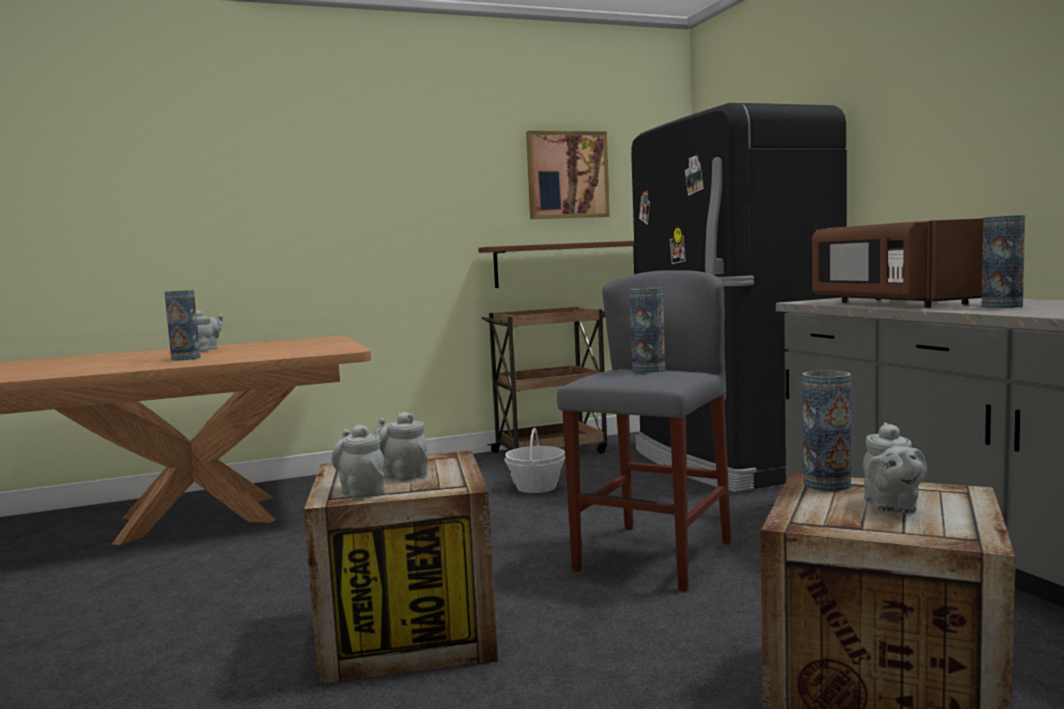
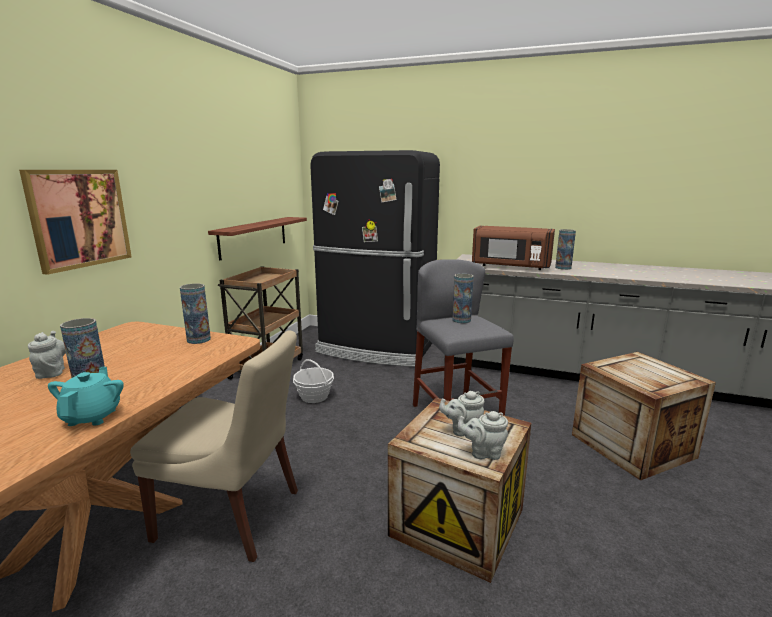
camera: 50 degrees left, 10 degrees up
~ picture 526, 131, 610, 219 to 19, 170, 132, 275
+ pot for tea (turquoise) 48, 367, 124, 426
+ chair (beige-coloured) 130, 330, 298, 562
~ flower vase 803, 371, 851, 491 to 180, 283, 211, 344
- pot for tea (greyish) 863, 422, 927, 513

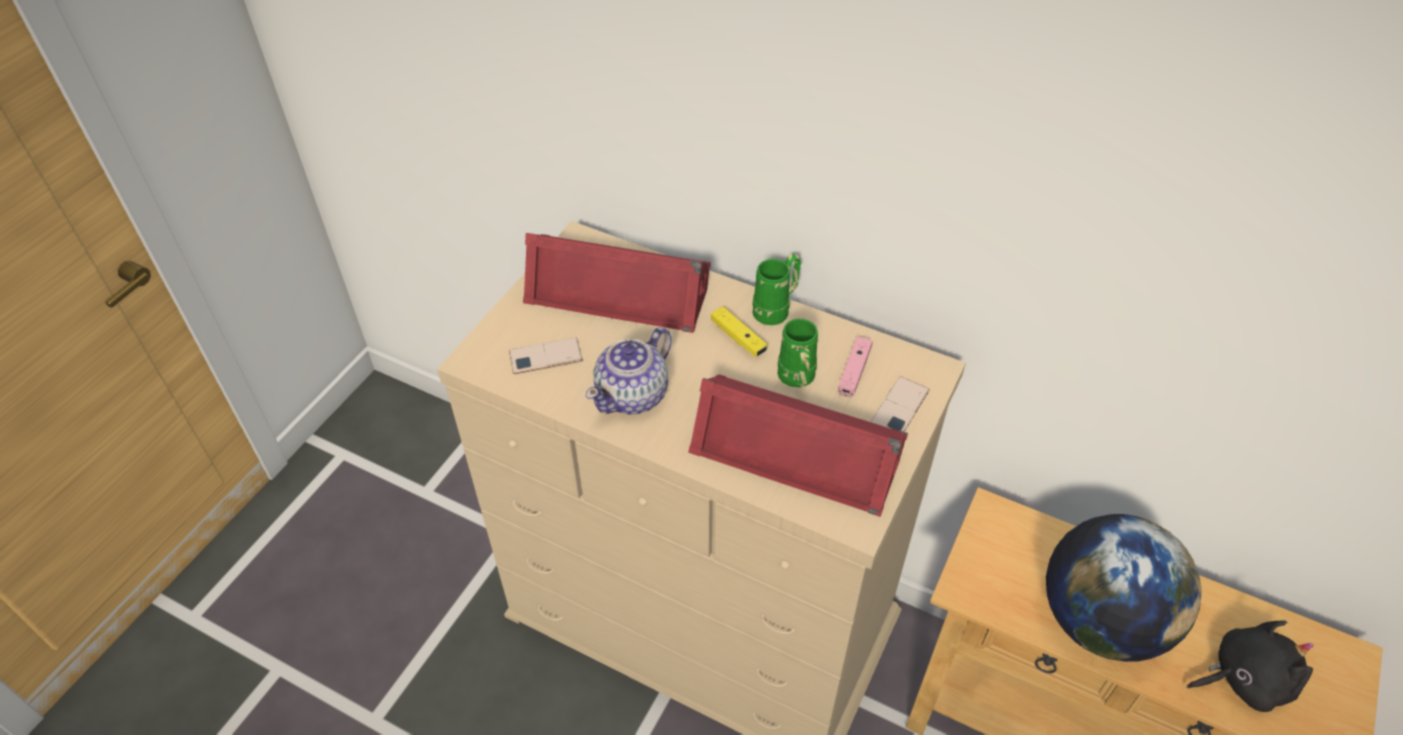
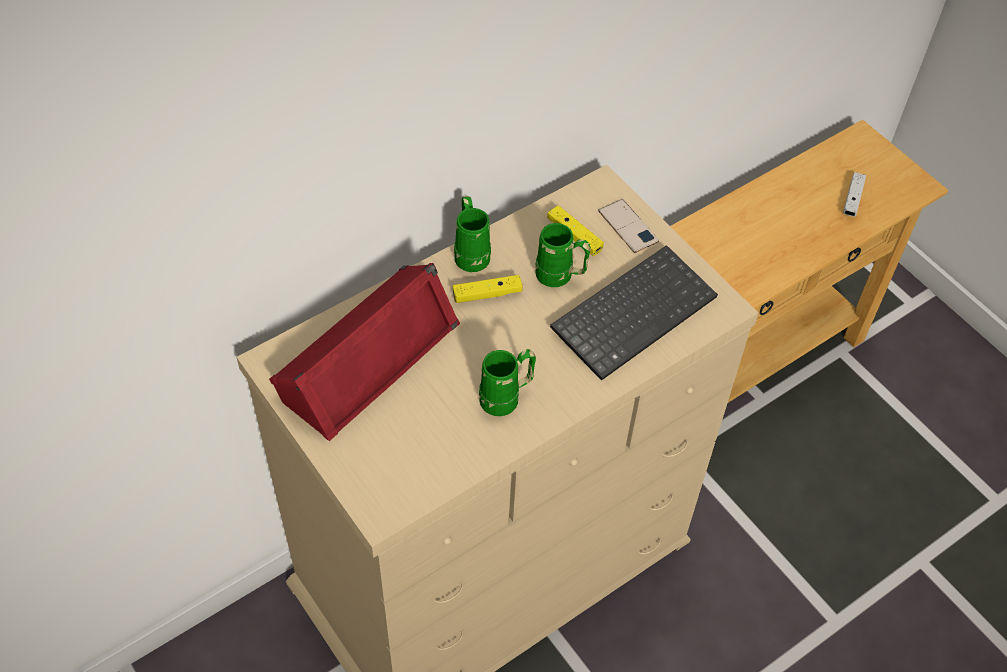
camera: 65 degrees left, 5 degrees up
~ pot for tea 586, 327, 672, 415 to mug (greenish) 479, 349, 536, 416
~ joypad (pink-coloured) 838, 336, 873, 397 to joypad (yellow) 547, 205, 604, 256
~ loudspeaker (red-coloured) 688, 374, 908, 517 to computer keyboard 550, 245, 718, 381
~ plush toy (black) 1186, 620, 1314, 712 to joypad (whitish) 843, 172, 866, 217
- telephone 509, 337, 583, 374
- world globe 1046, 514, 1202, 662

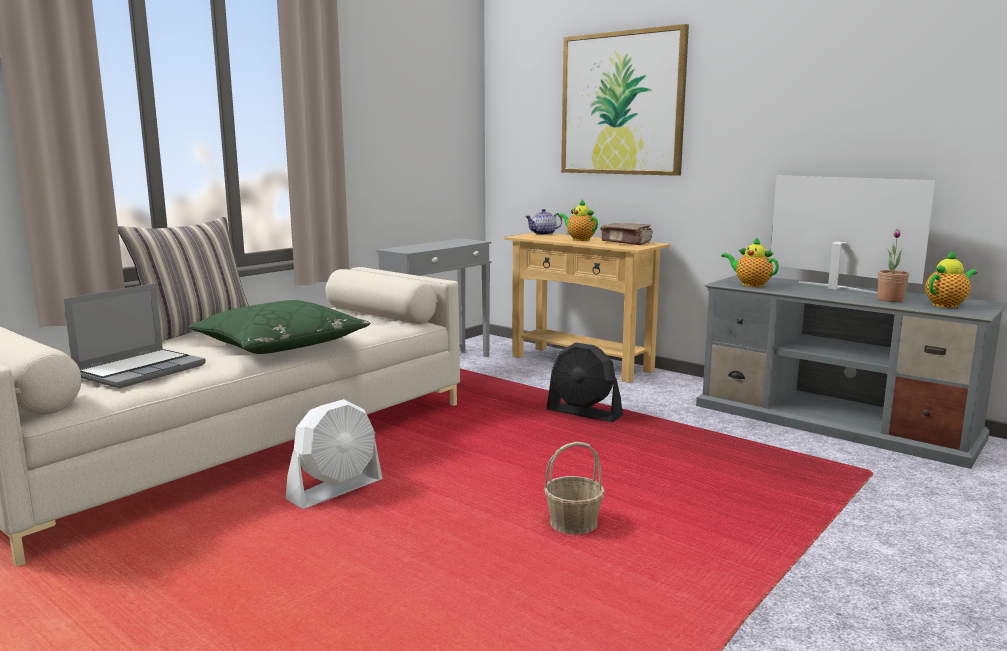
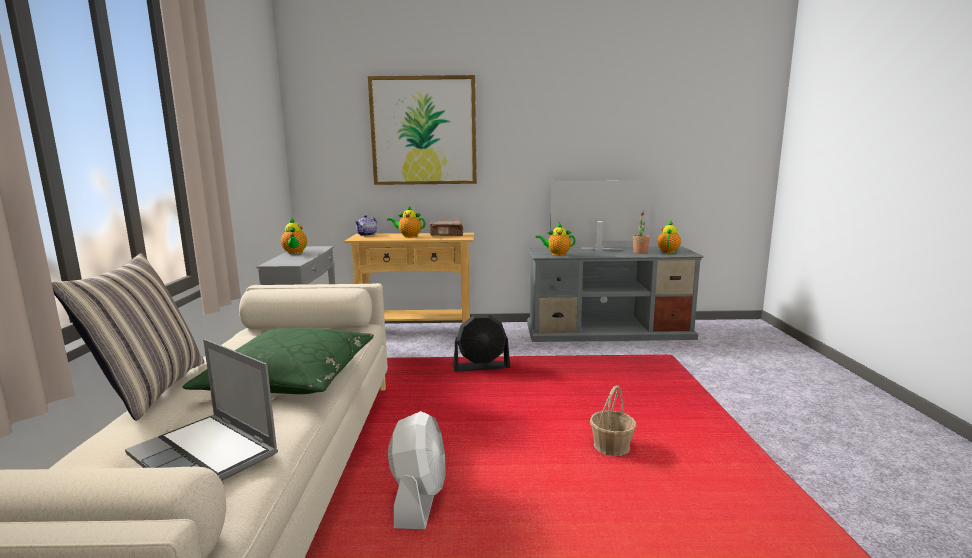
camera: 40 degrees left, 0 degrees up
~ notebook computer 63, 283, 206, 389 = 125, 339, 278, 481 135 degrees clockwise
+ pot for tea 281, 217, 307, 254

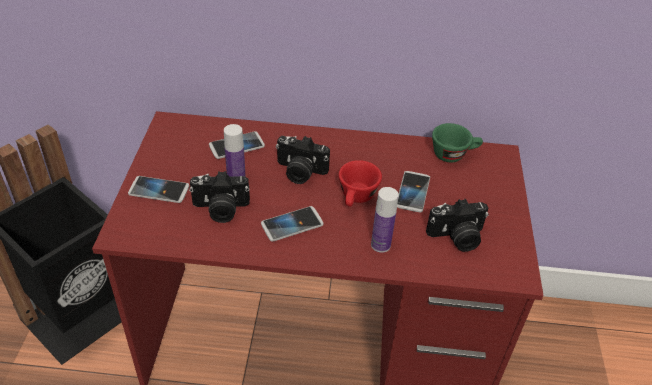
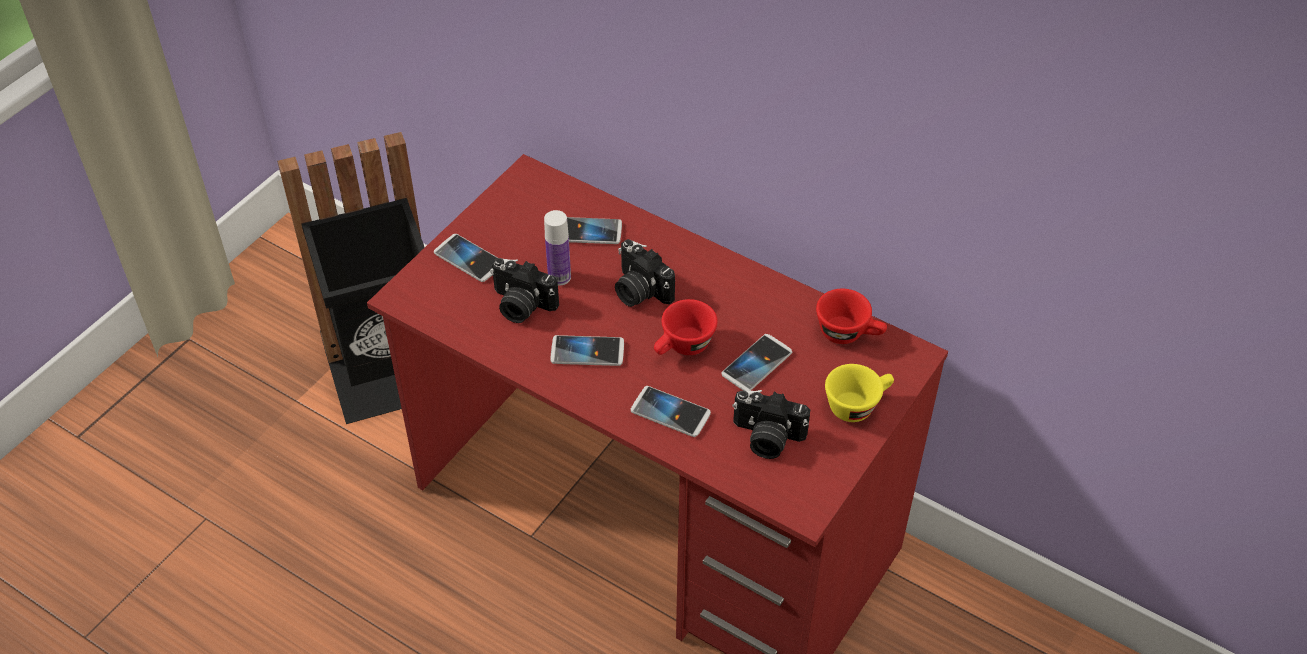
camera: 30 degrees right, 5 degrees up
~ drink bottle 371, 187, 399, 253 to telephone 631, 386, 711, 437
~ small cup (greenish) 432, 123, 483, 162 to small cup (red-coloured) 816, 289, 887, 344
+ small cup (yellow) 825, 364, 894, 422

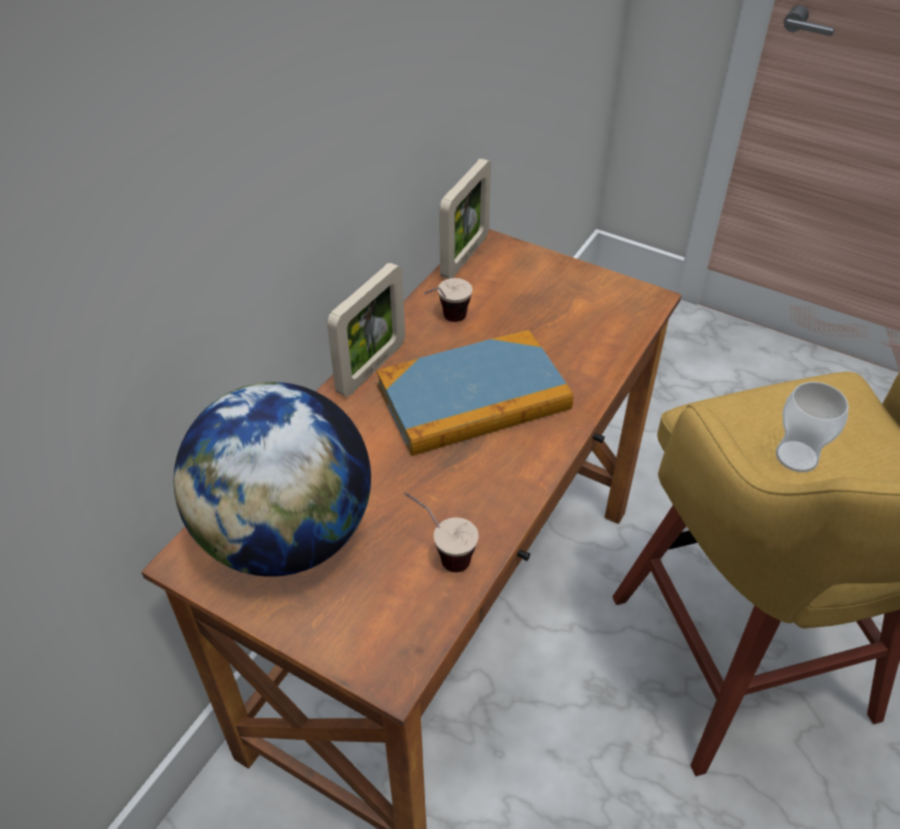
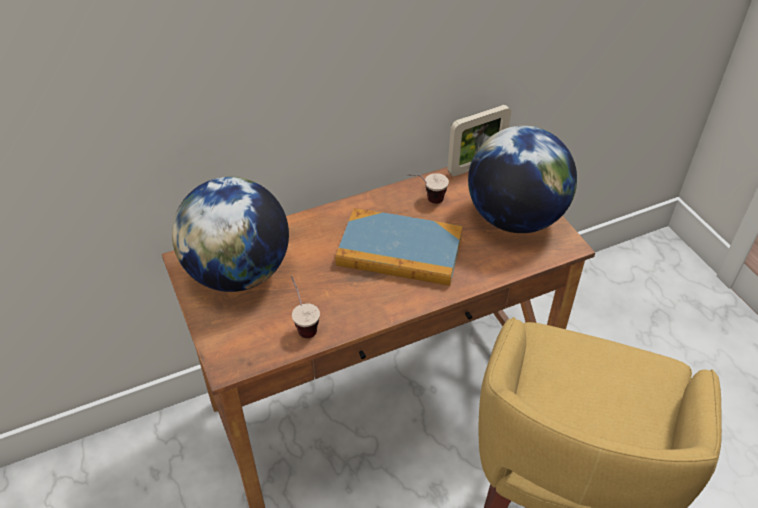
camera: 35 degrees right, 0 degrees up
+ world globe 468, 126, 577, 233
- photo frame 327, 263, 405, 397
- small cup 776, 382, 849, 472

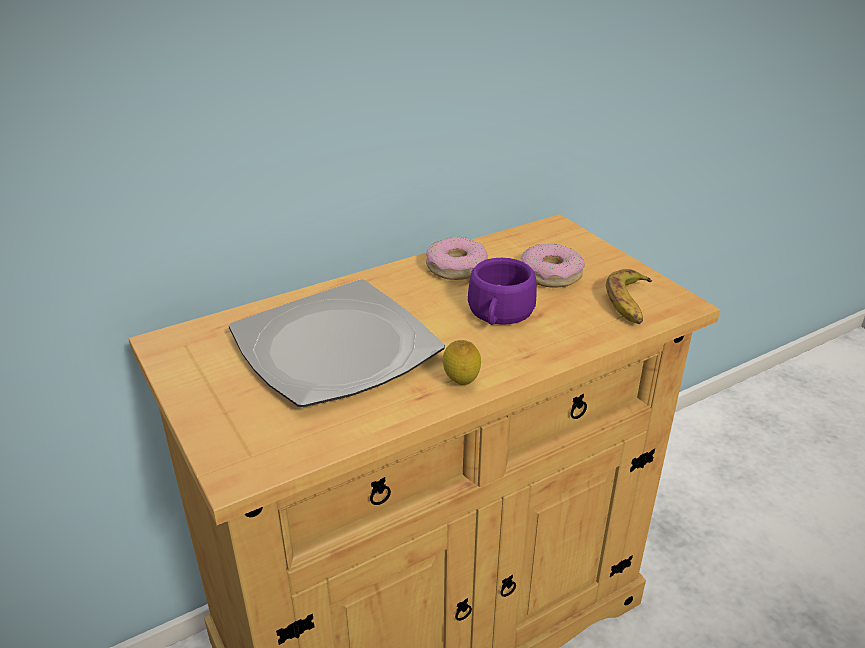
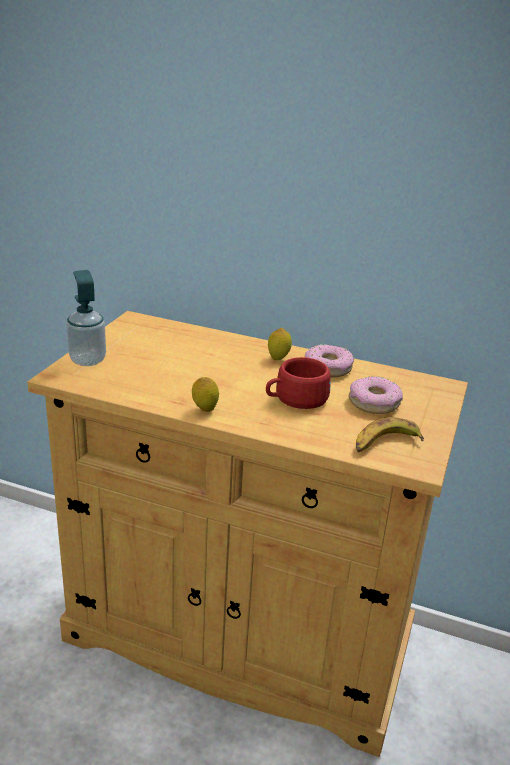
camera: 50 degrees right, 5 degrees down
+ soap bottle 67, 270, 106, 366
~ small cup (purple) 468, 258, 537, 325 to small cup (red-coloured) 266, 357, 331, 409
+ whole lemon 268, 328, 292, 360
- plate 229, 279, 445, 407

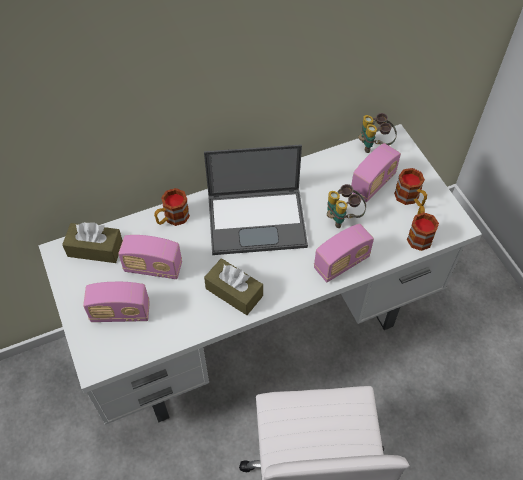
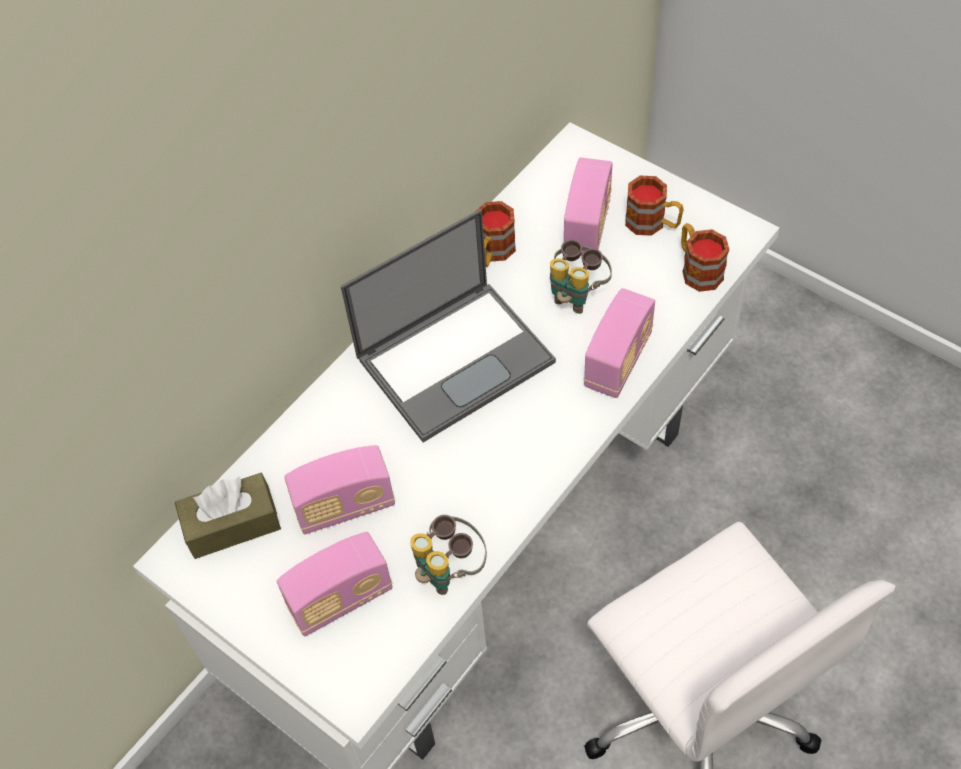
camera: 25 degrees left, 0 degrees up
~ pair of binoculars 358, 113, 397, 153 to 410, 515, 487, 595
~ mug 154, 188, 190, 226 to 475, 201, 516, 267
- box of tissues (brown) 204, 258, 263, 315

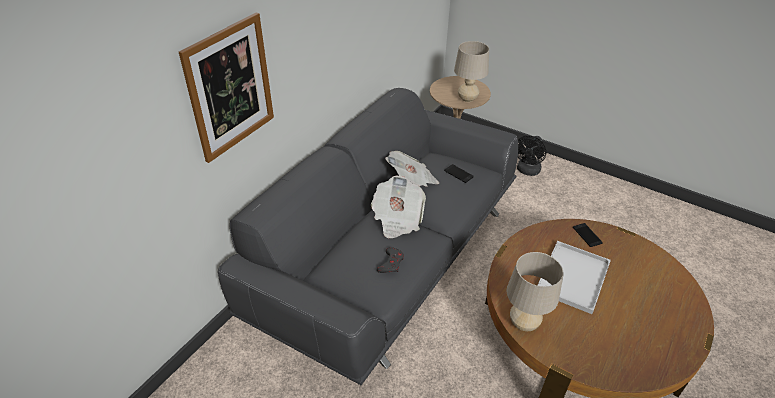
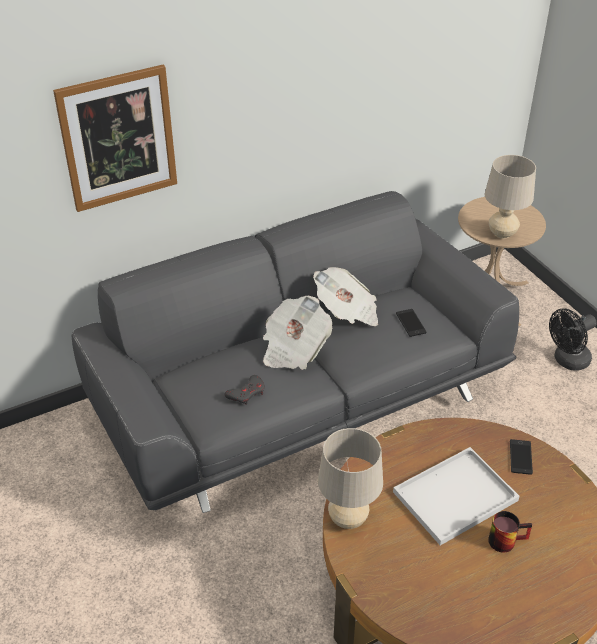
camera: 30 degrees right, 0 degrees up
+ mug 488, 511, 532, 553

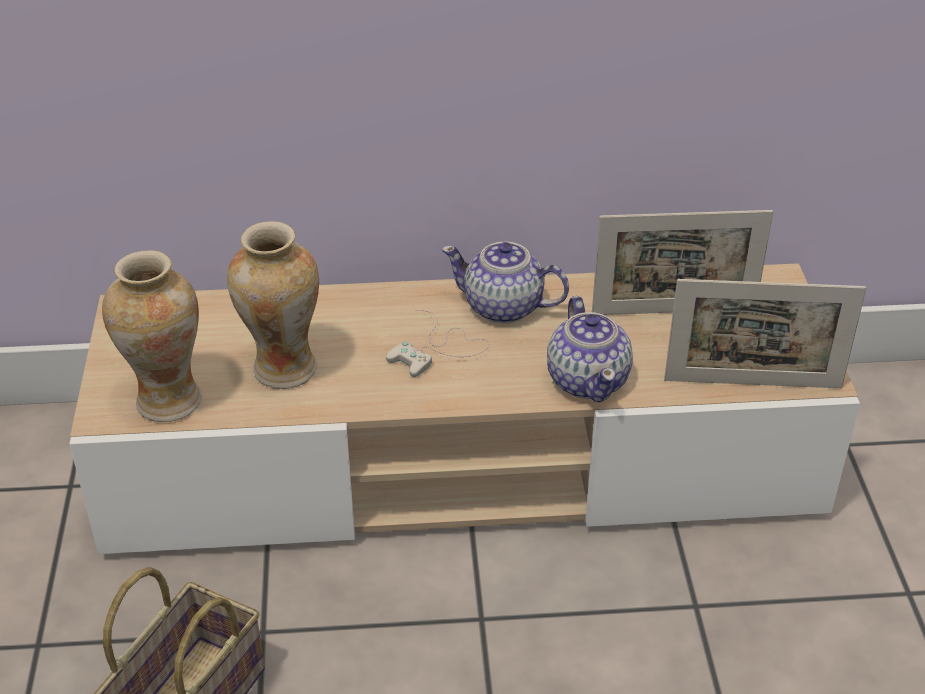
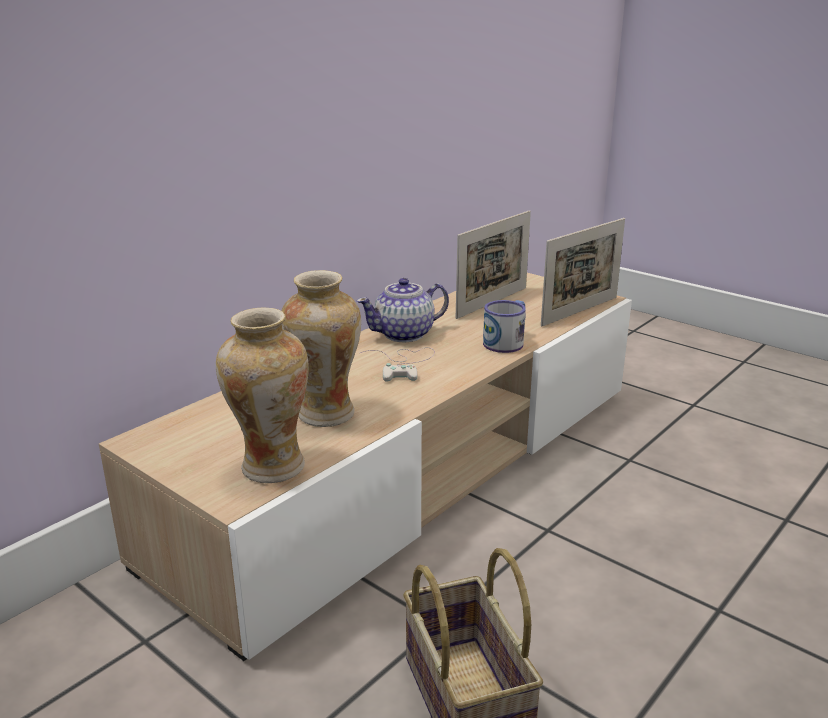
camera: 45 degrees left, 15 degrees down
~ pot for tea 547, 296, 633, 402 to mug 483, 300, 526, 353

